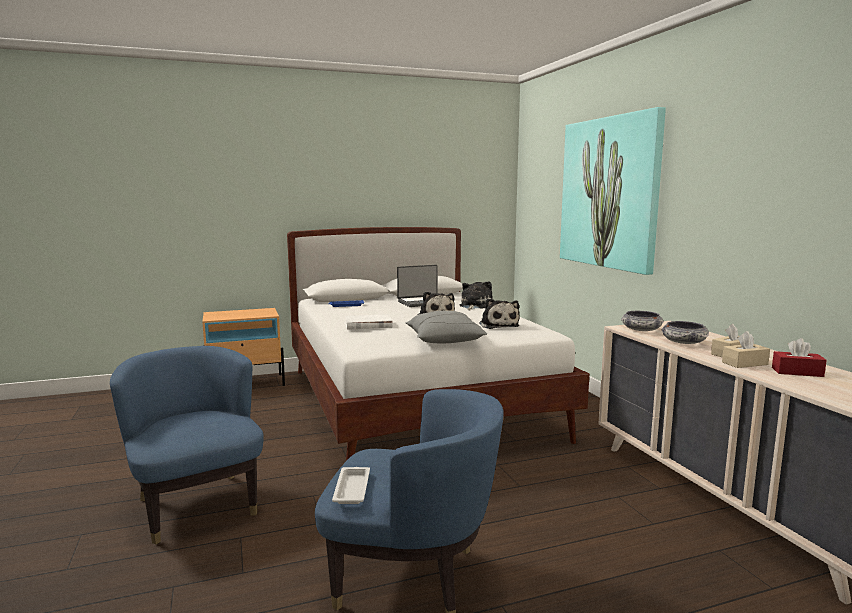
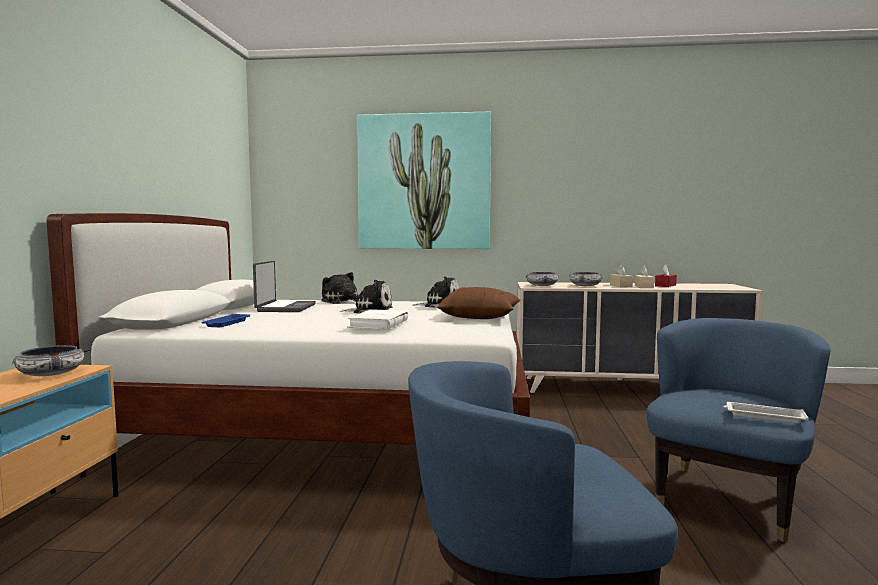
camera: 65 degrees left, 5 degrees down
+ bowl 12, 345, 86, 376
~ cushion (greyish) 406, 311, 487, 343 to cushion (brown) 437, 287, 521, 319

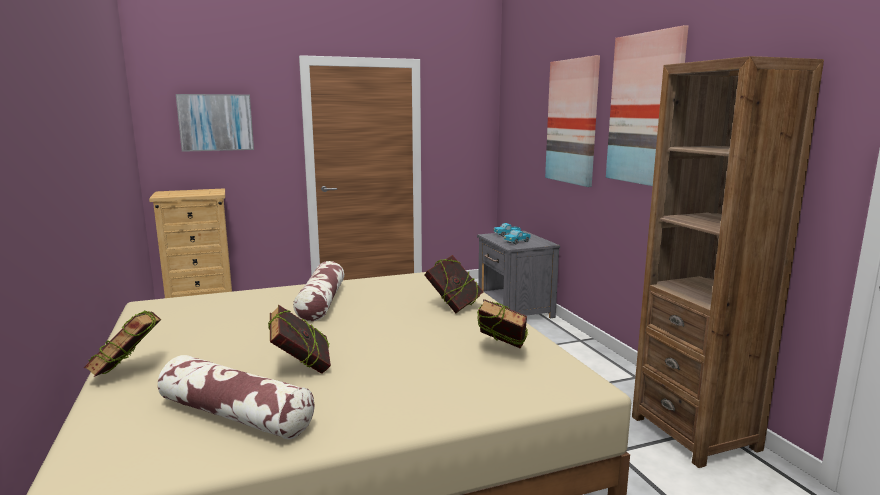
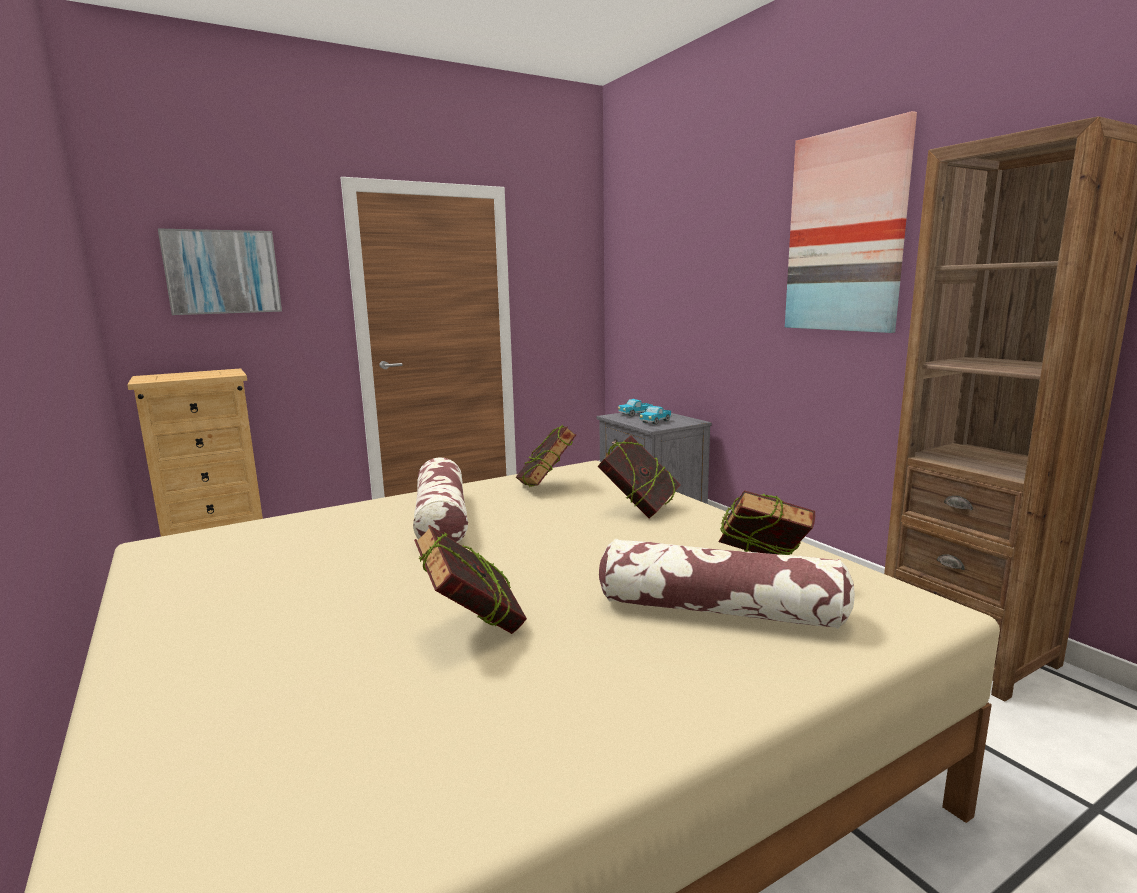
camera: 10 degrees left, 0 degrees up
~ book 84, 311, 161, 377 to 516, 425, 577, 487
~ cushion 158, 355, 315, 440 to 599, 539, 855, 629
- picture 545, 55, 600, 187

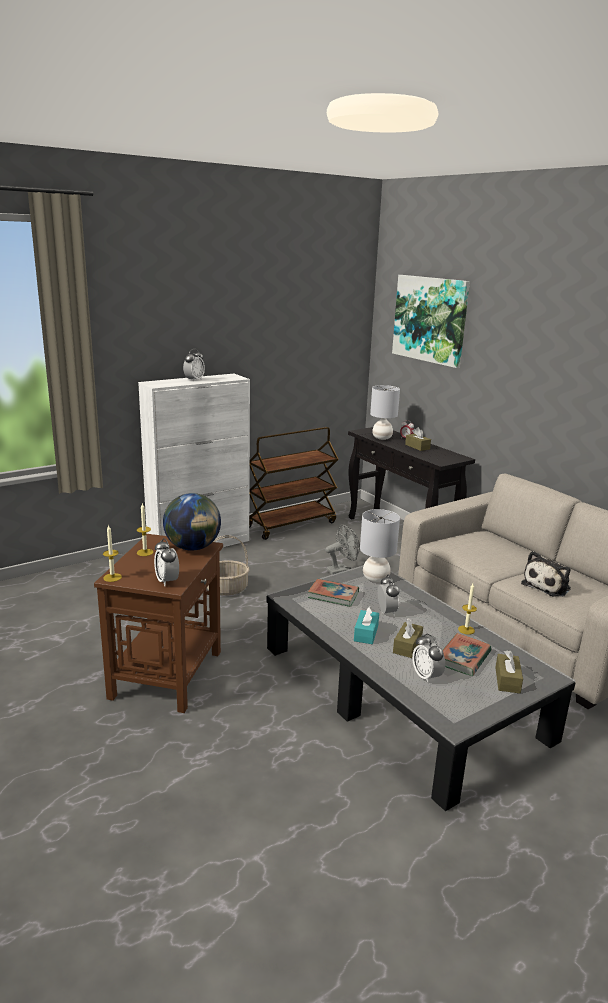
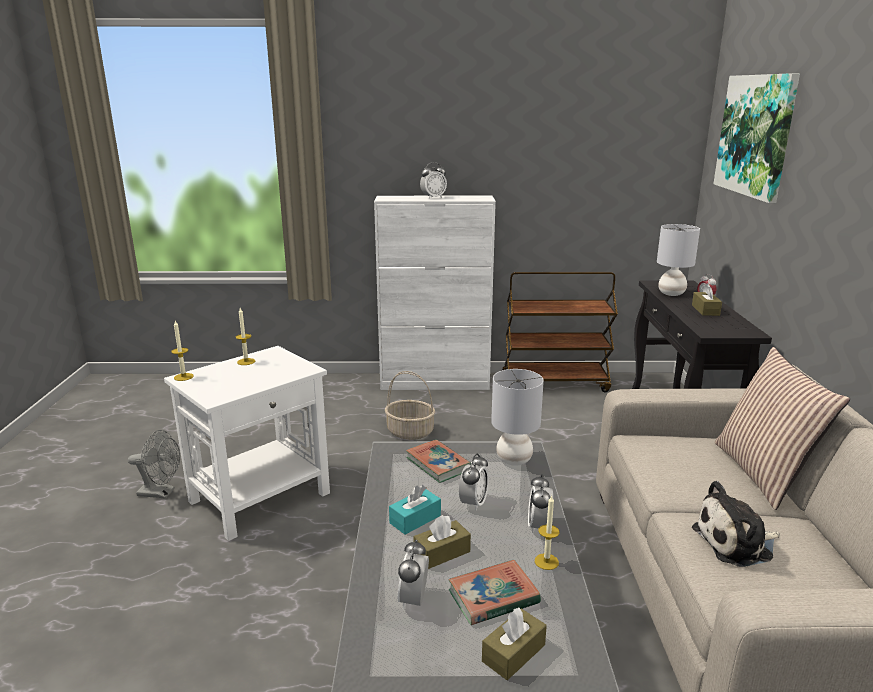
camera: 35 degrees right, 0 degrees up
~ cooling fan (greyish) 325, 525, 360, 574 to 128, 430, 180, 499
~ accent table (brown) 94, 534, 223, 713 to accent table (whitish) 164, 346, 330, 541
~ table clock 154, 538, 179, 586 to 528, 474, 553, 534
+ cushion 715, 347, 850, 510
- world globe 163, 493, 221, 551

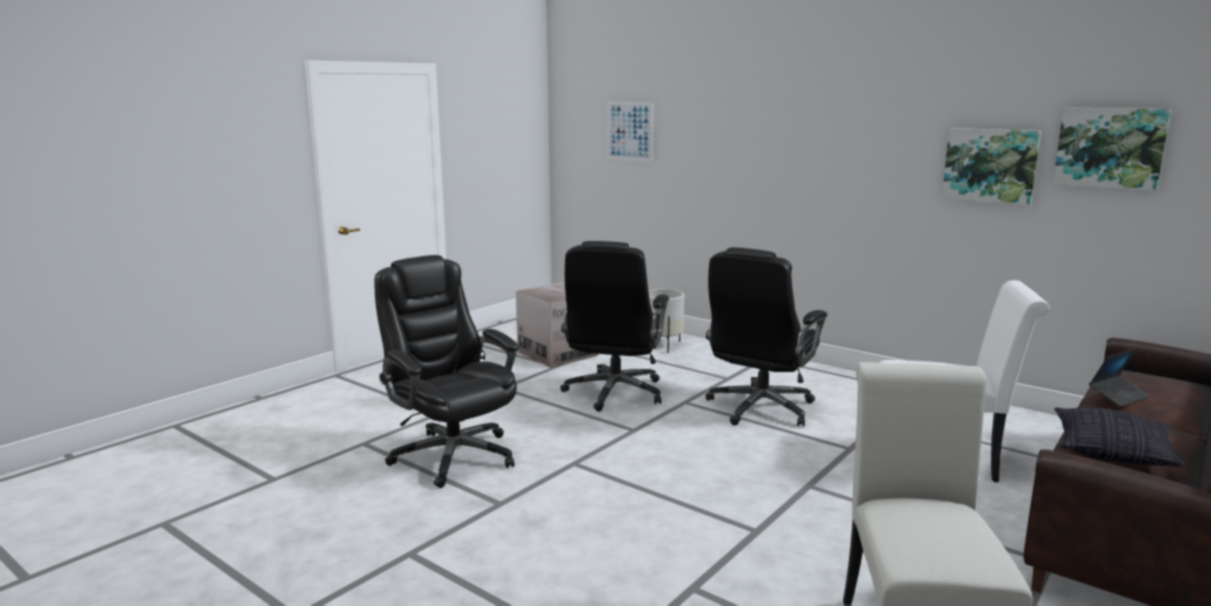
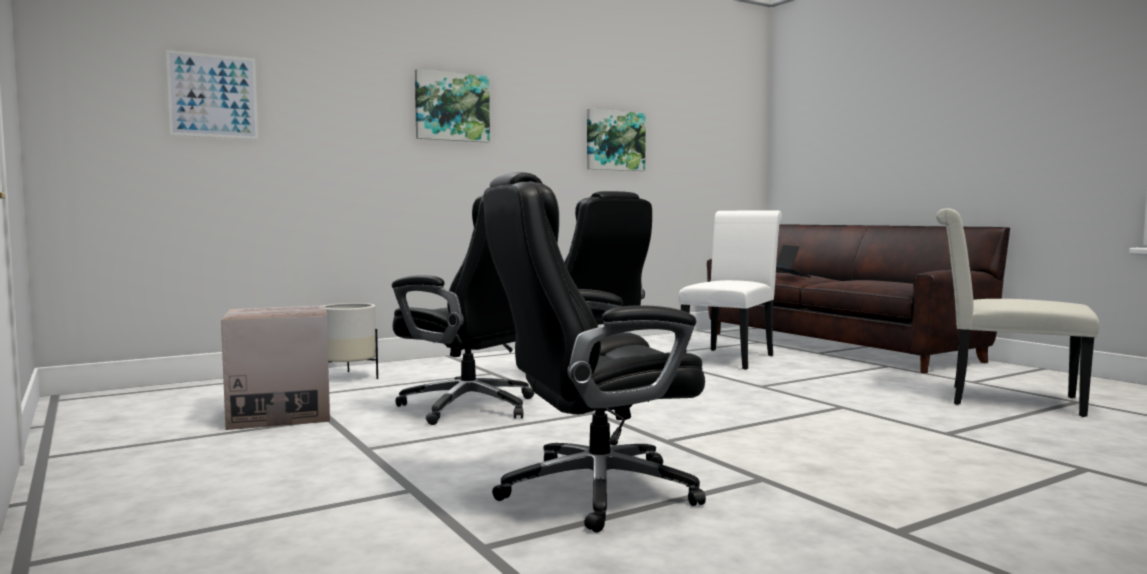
camera: 70 degrees left, 10 degrees down
~ picture 1053, 107, 1171, 191 to 415, 69, 490, 143
- cushion 1054, 407, 1186, 467

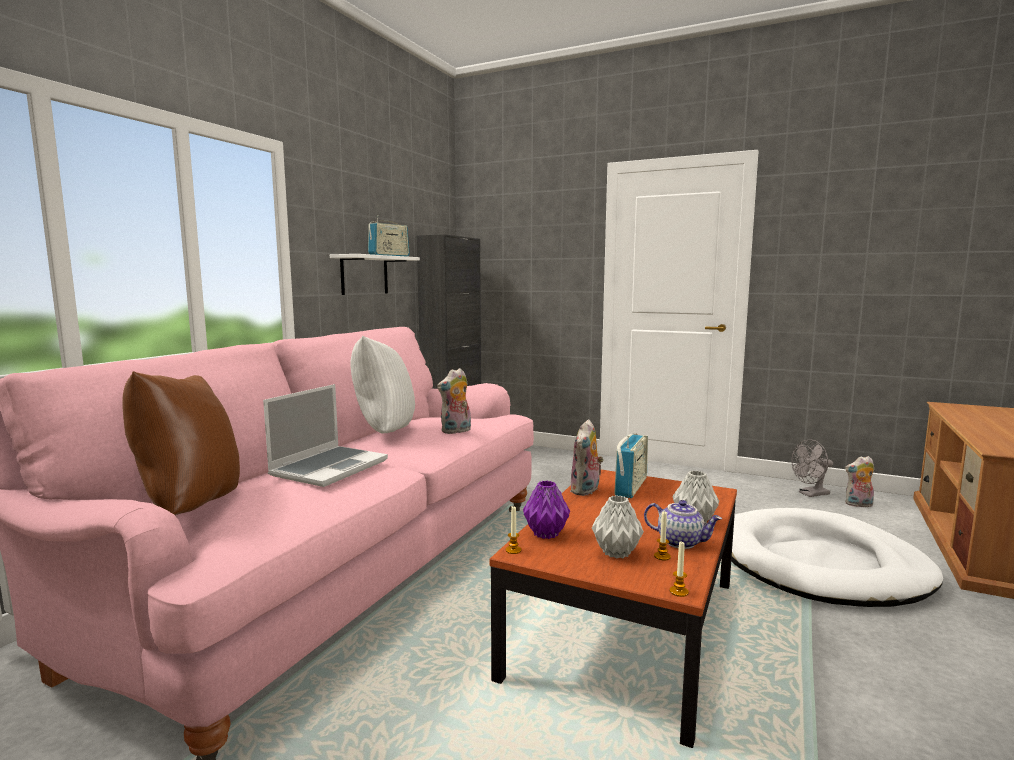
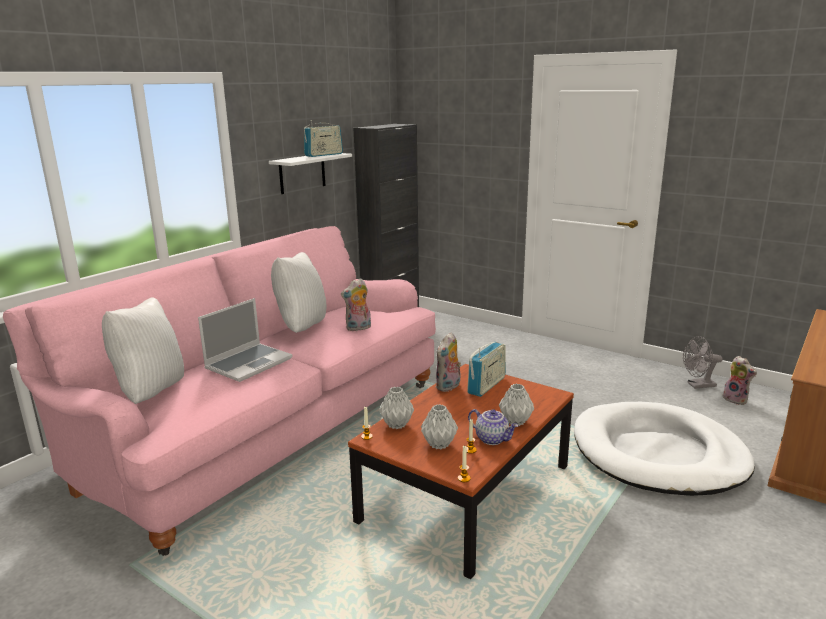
camera: 10 degrees right, 10 degrees up
~ cushion (brown) 122, 371, 240, 515 to cushion (whitish) 102, 297, 184, 404
~ flower vase (purple) 523, 481, 570, 539 to flower vase (greyish) 379, 387, 414, 429
~ plush toy 845, 456, 874, 507 = 722, 356, 757, 405 135 degrees counterclockwise

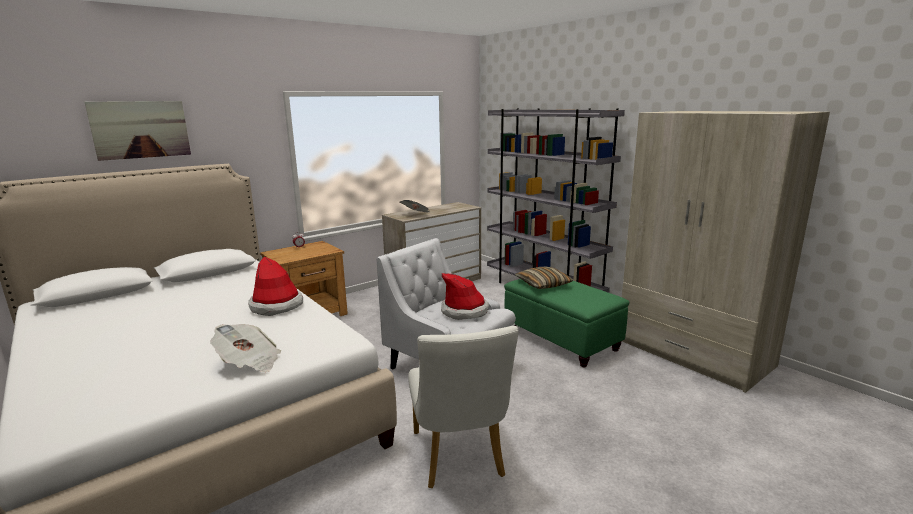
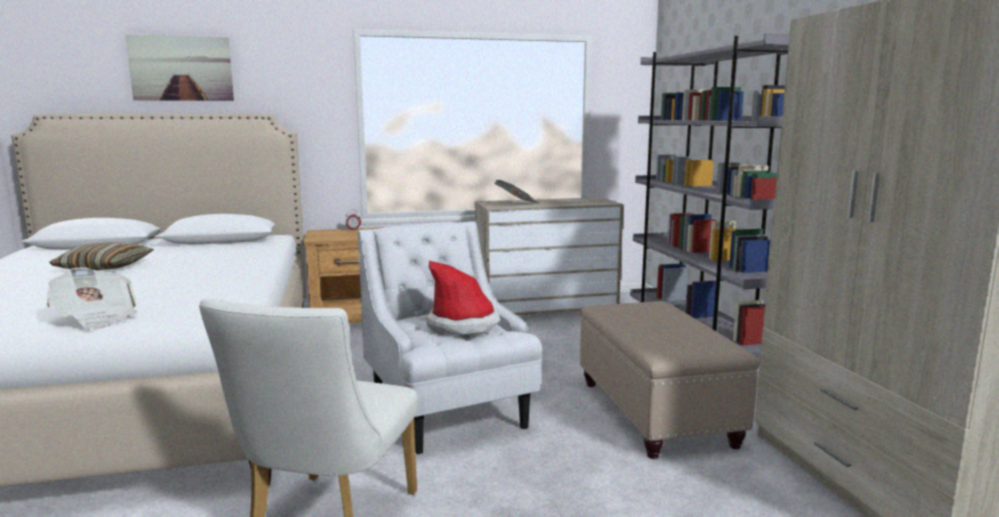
camera: 25 degrees right, 5 degrees down
~ cushion 515, 266, 573, 289 to 49, 242, 154, 270
~ pouffe (greenish) 504, 279, 630, 367 to pouffe (beige-coloured) 580, 301, 760, 459
- hat 248, 257, 303, 316

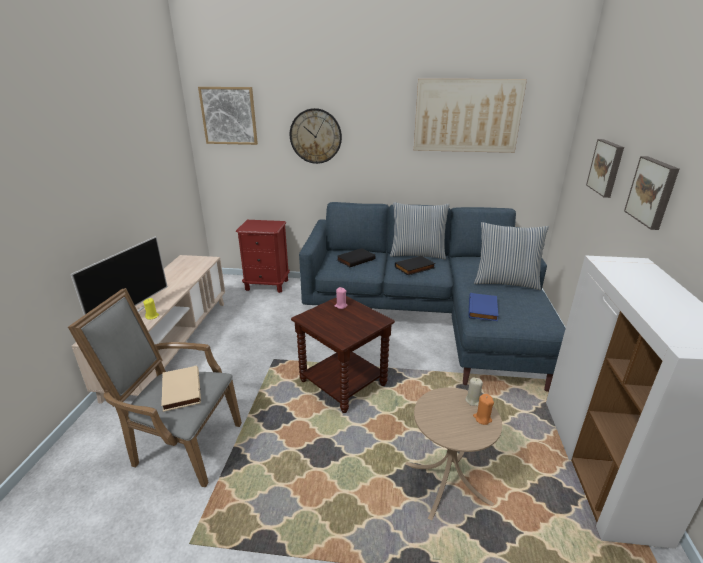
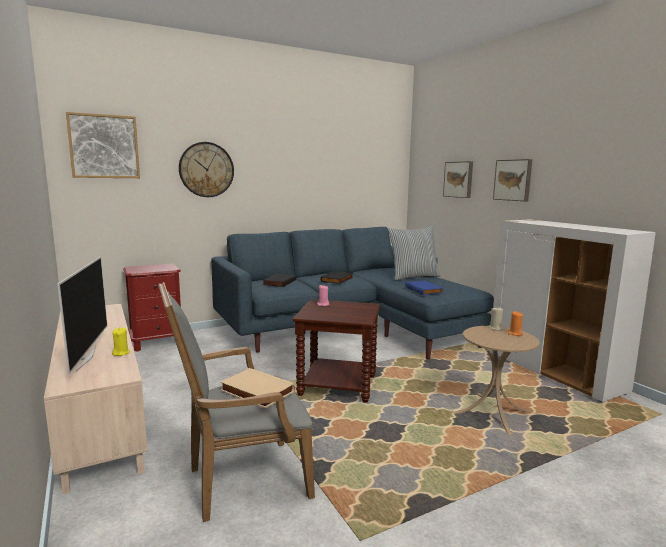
camera: 35 degrees left, 15 degrees down
- cushion 390, 202, 450, 260
- picture 414, 79, 527, 153

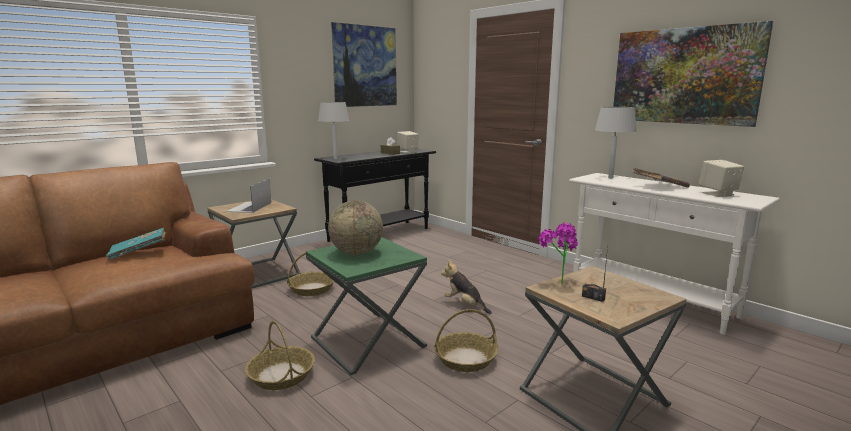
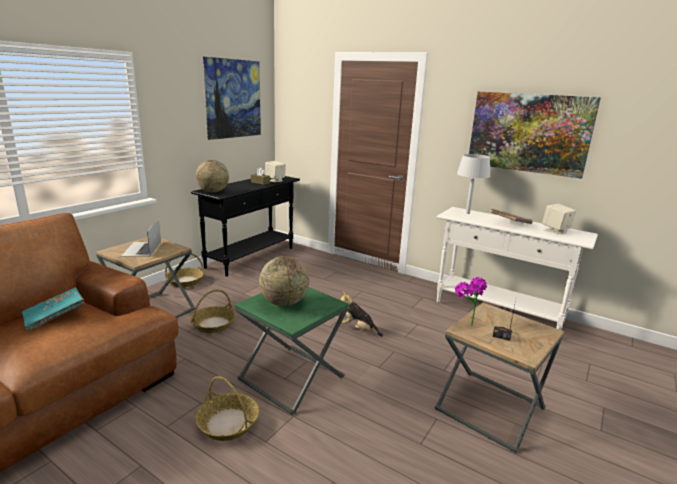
camera: 15 degrees left, 5 degrees up
~ basket 434, 309, 498, 372 to 165, 253, 204, 287
~ table lamp (greyish) 318, 102, 349, 159 to world globe 196, 160, 229, 193

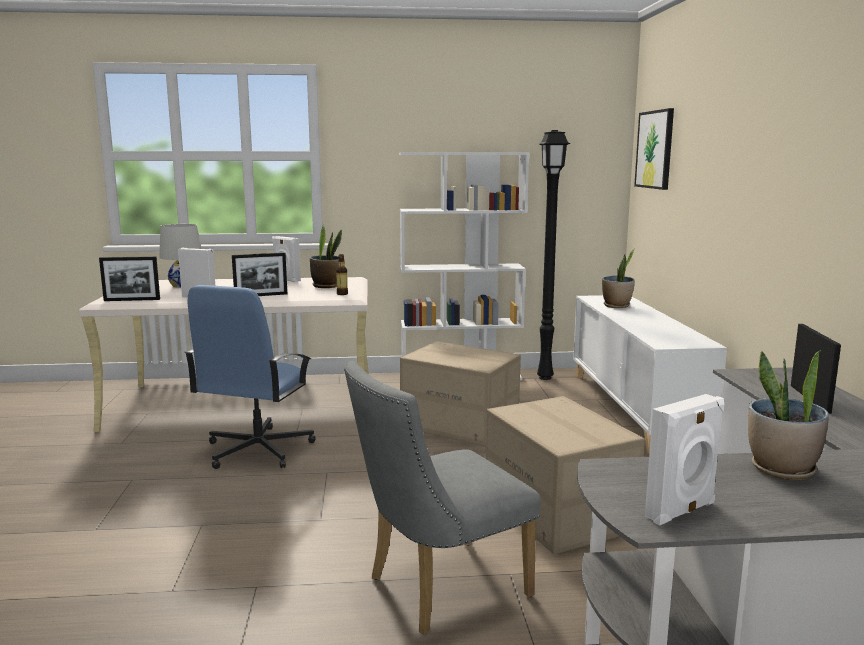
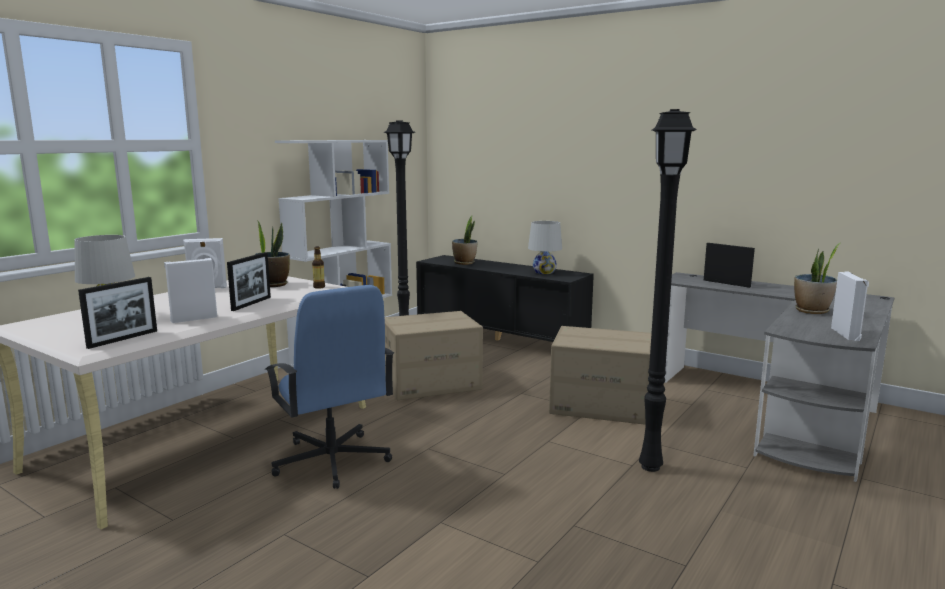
camera: 50 degrees left, 0 degrees up
~ cabinet (whitish) 573, 295, 727, 454 to cabinet (black) 416, 255, 594, 342
+ table lamp (whitish) 528, 221, 562, 274
~ chair (greyish) 344, 361, 541, 635 to floor lamp (black) 639, 109, 697, 472
- picture 634, 108, 674, 190

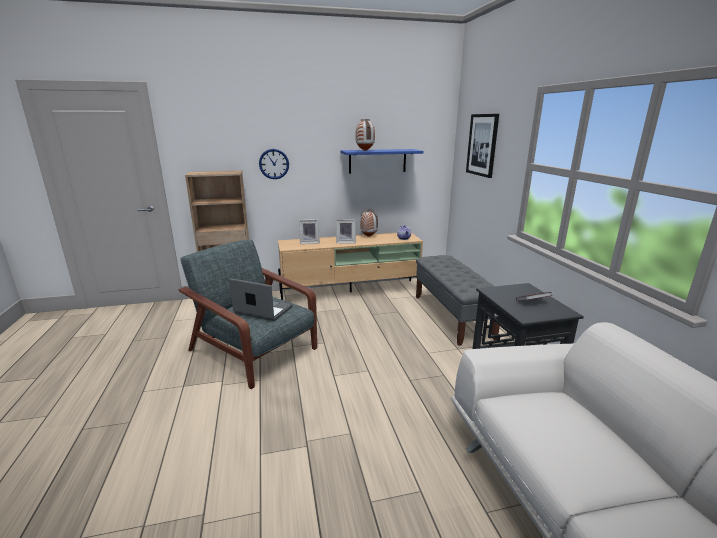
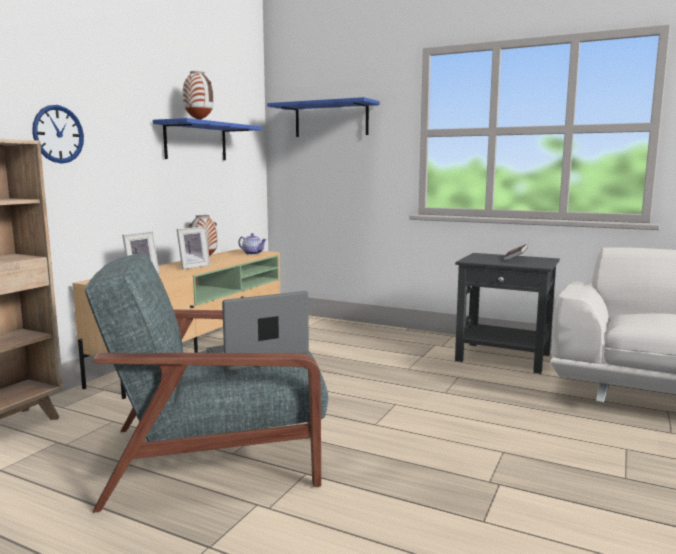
camera: 50 degrees left, 10 degrees down
~ picture 466, 114, 499, 178 to wall shelf (blue-coloured) 267, 97, 380, 137
- bench (greyish) 416, 255, 500, 346

